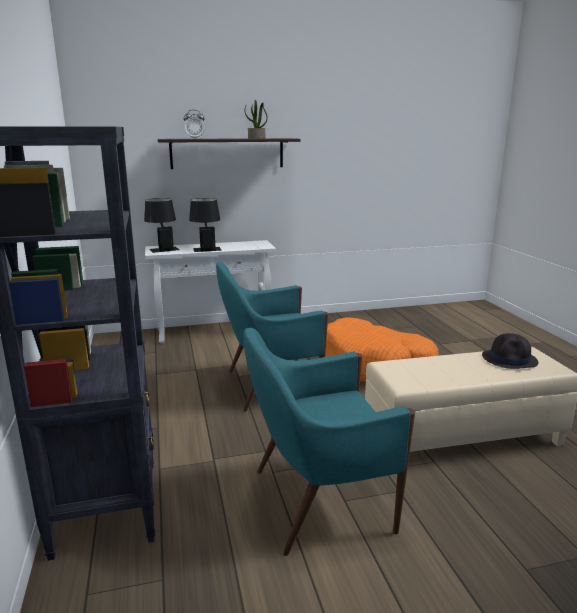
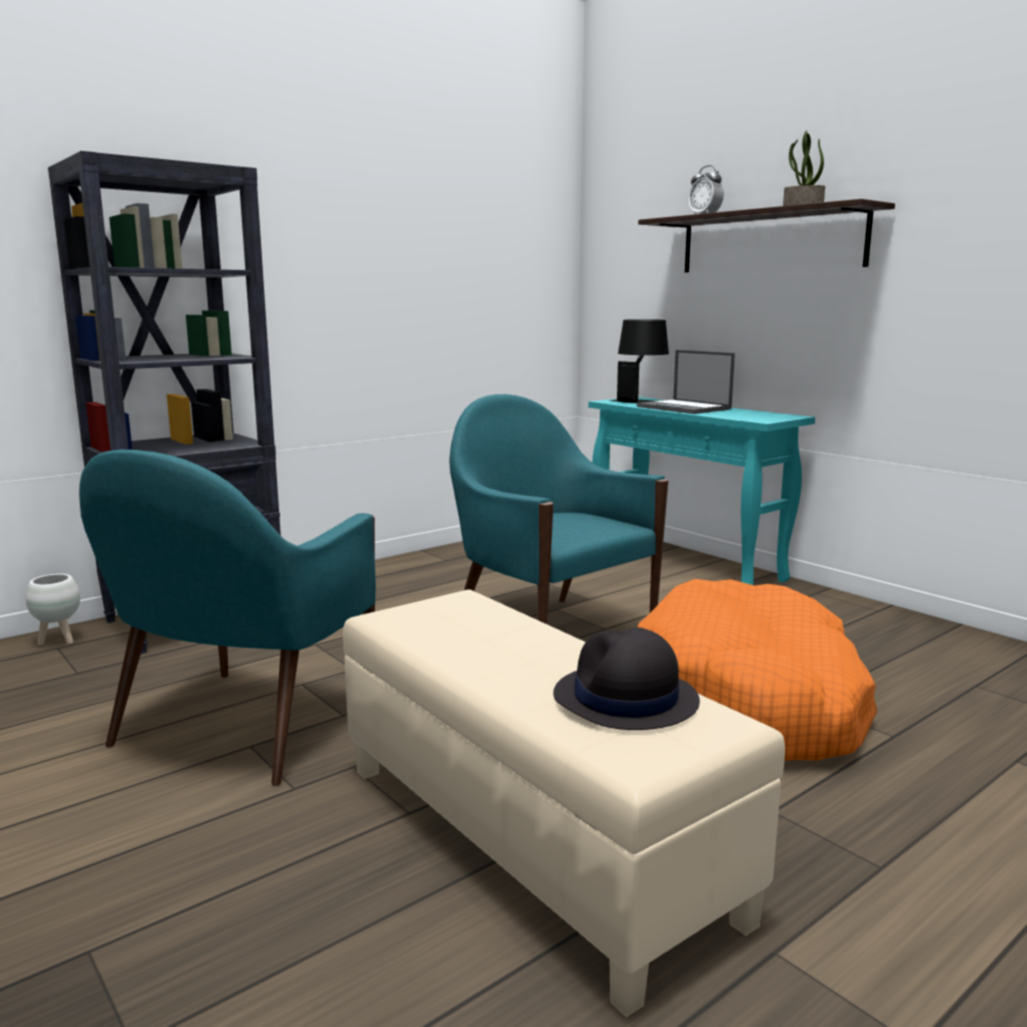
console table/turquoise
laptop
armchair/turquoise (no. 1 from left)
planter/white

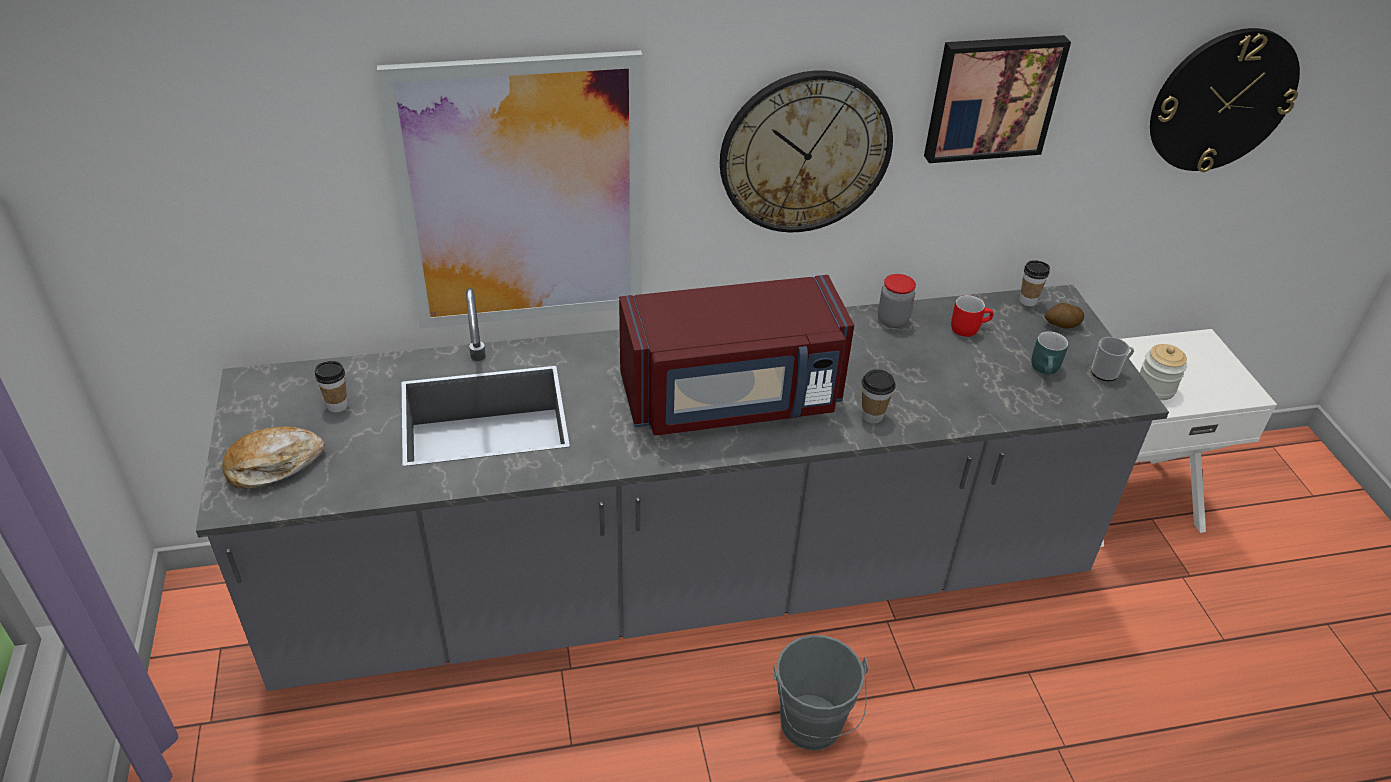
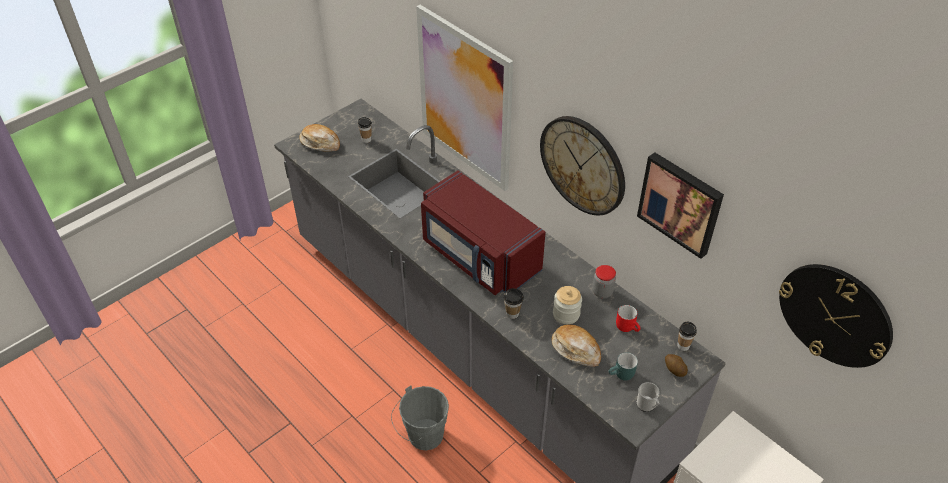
jar (no. 1 from left)
bread (no. 2 from left)

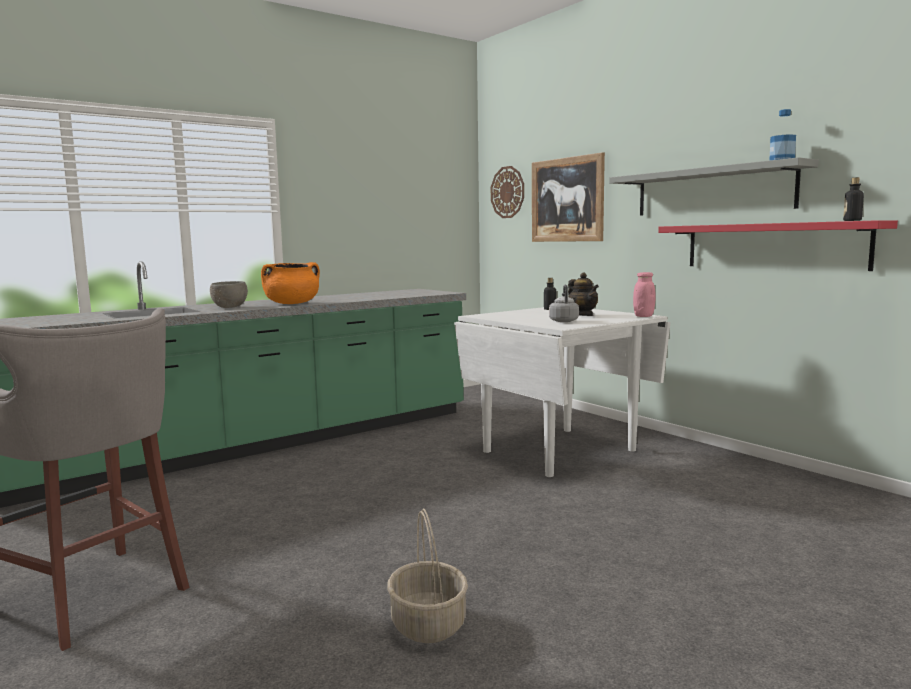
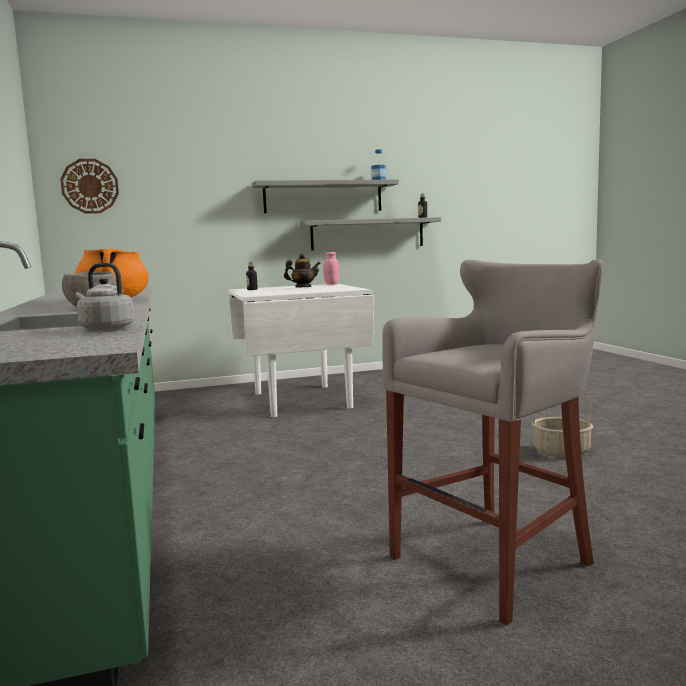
picture
kettle/grey
shelf/grey (no. 2 from left)

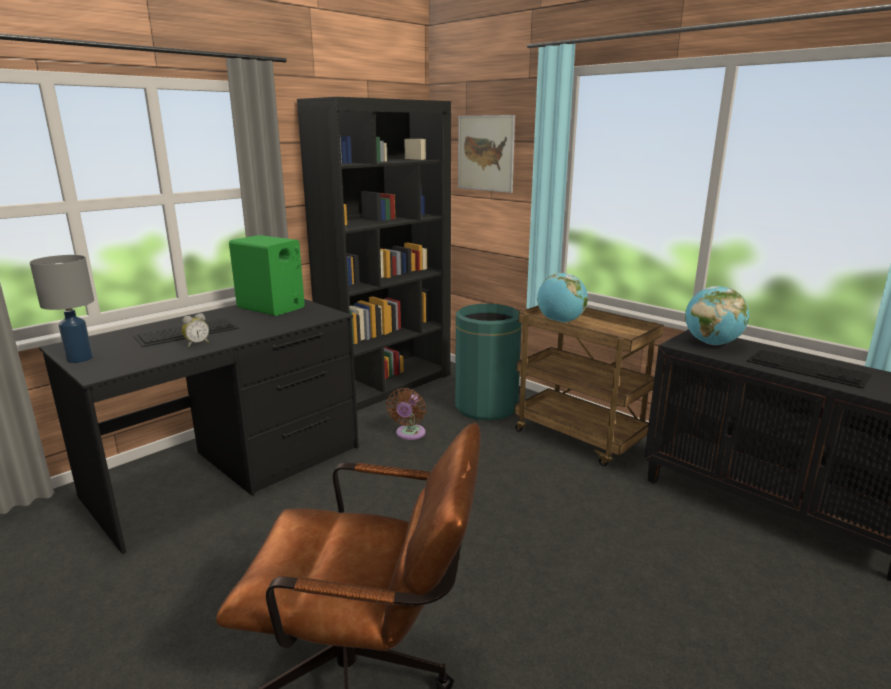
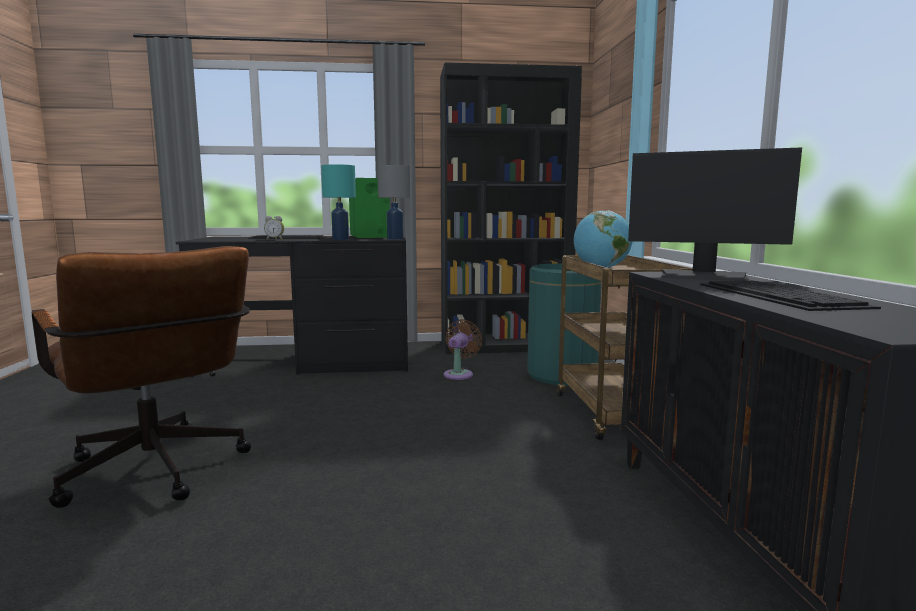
table lamp/grey
fan/brown
picture
monitor
table lamp/turquoise

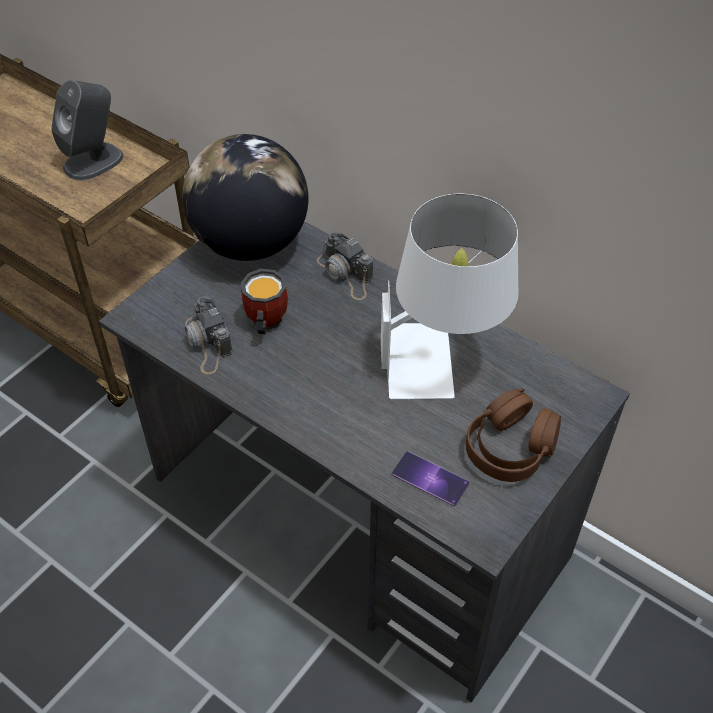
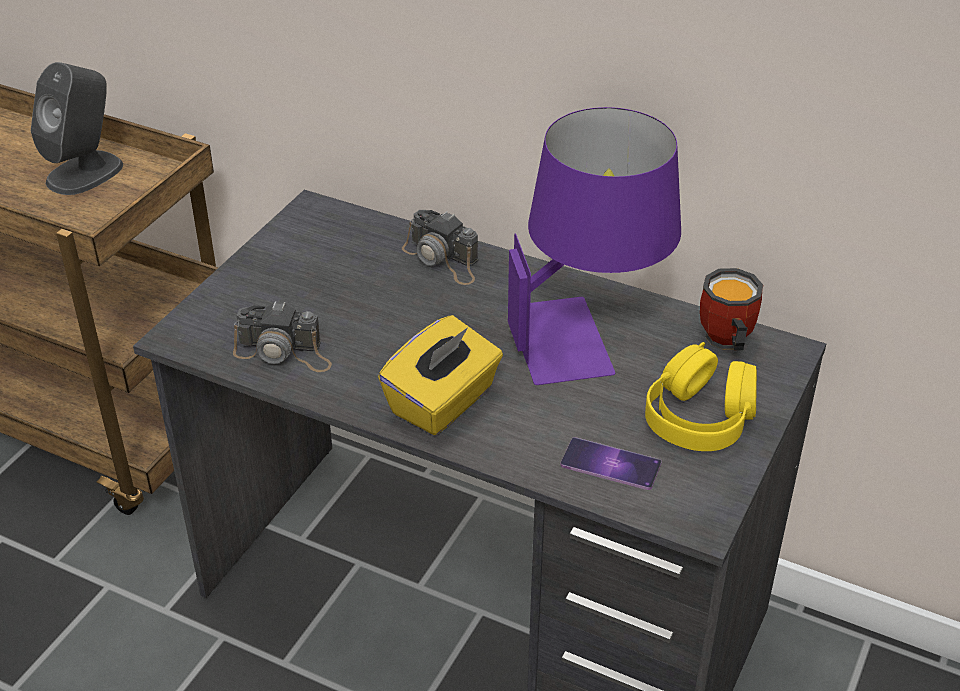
globe
photo camera (no. 1 from left)
mug
table lamp/purple
headphones/yellow
tissue box/yellow

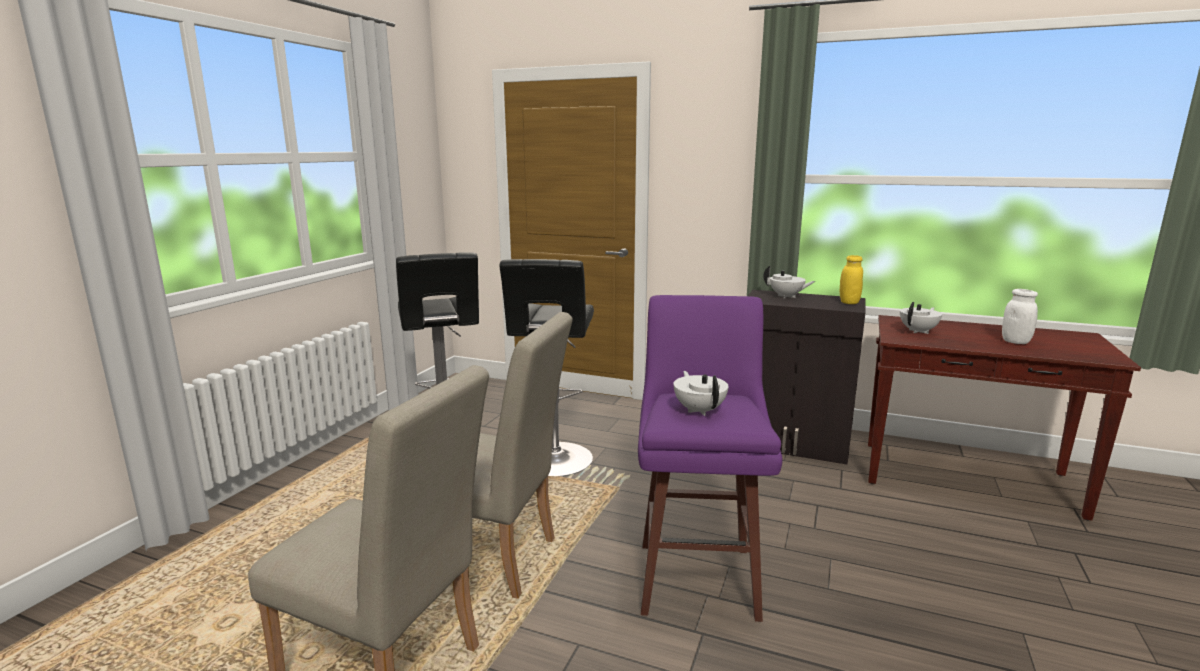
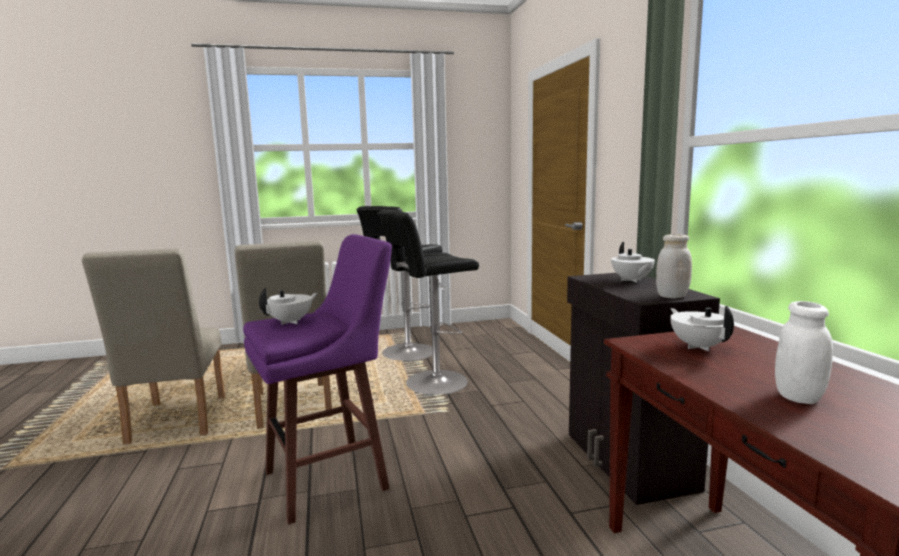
jar/white (no. 1 from left)
teapot/white (no. 3 from left)

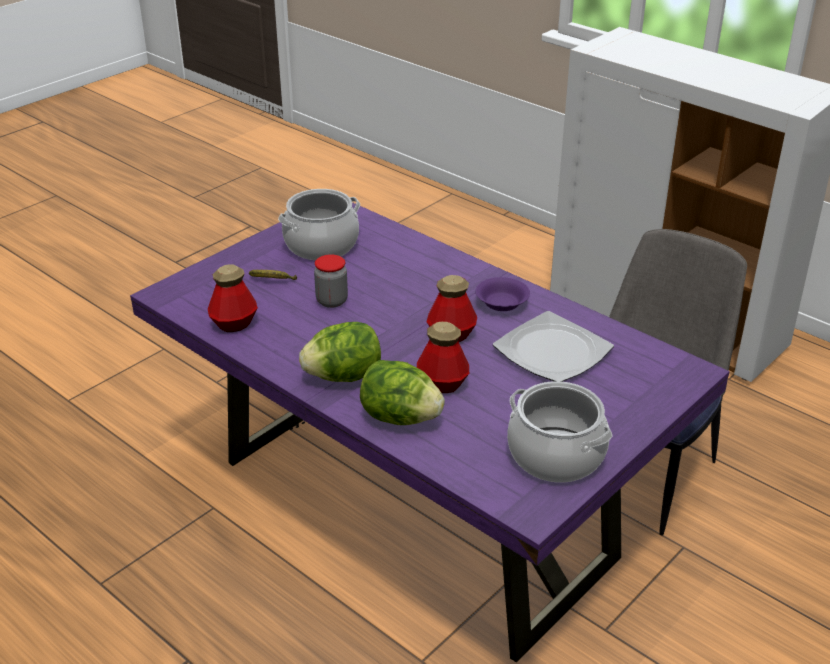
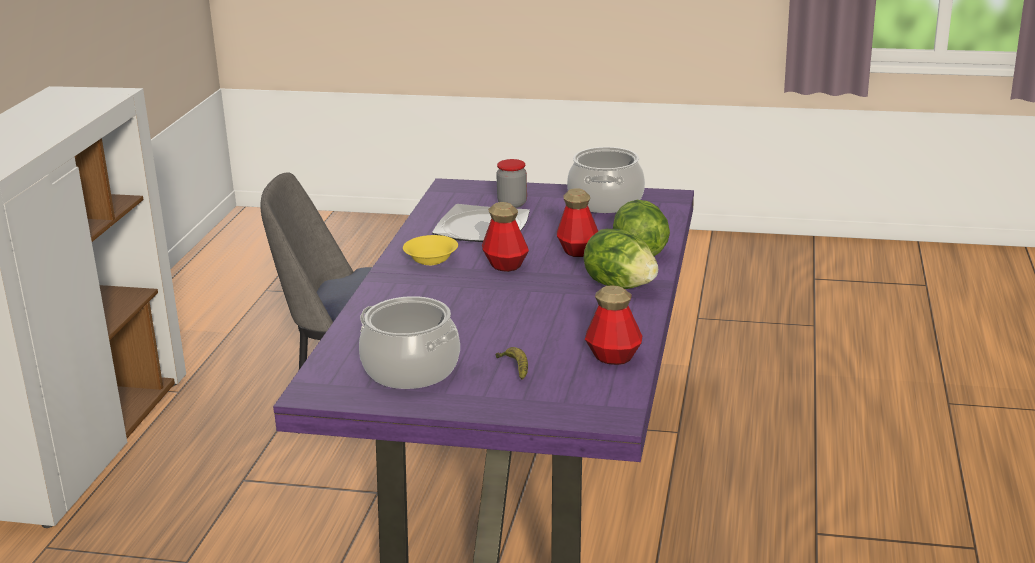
jar
bowl/yellow

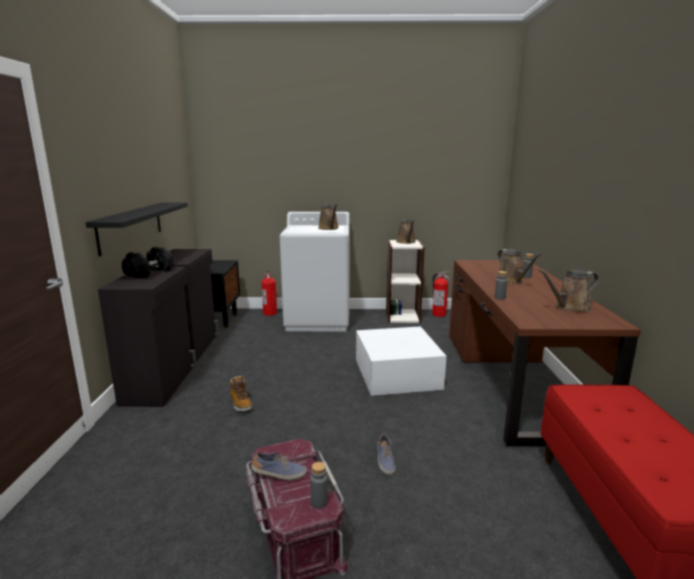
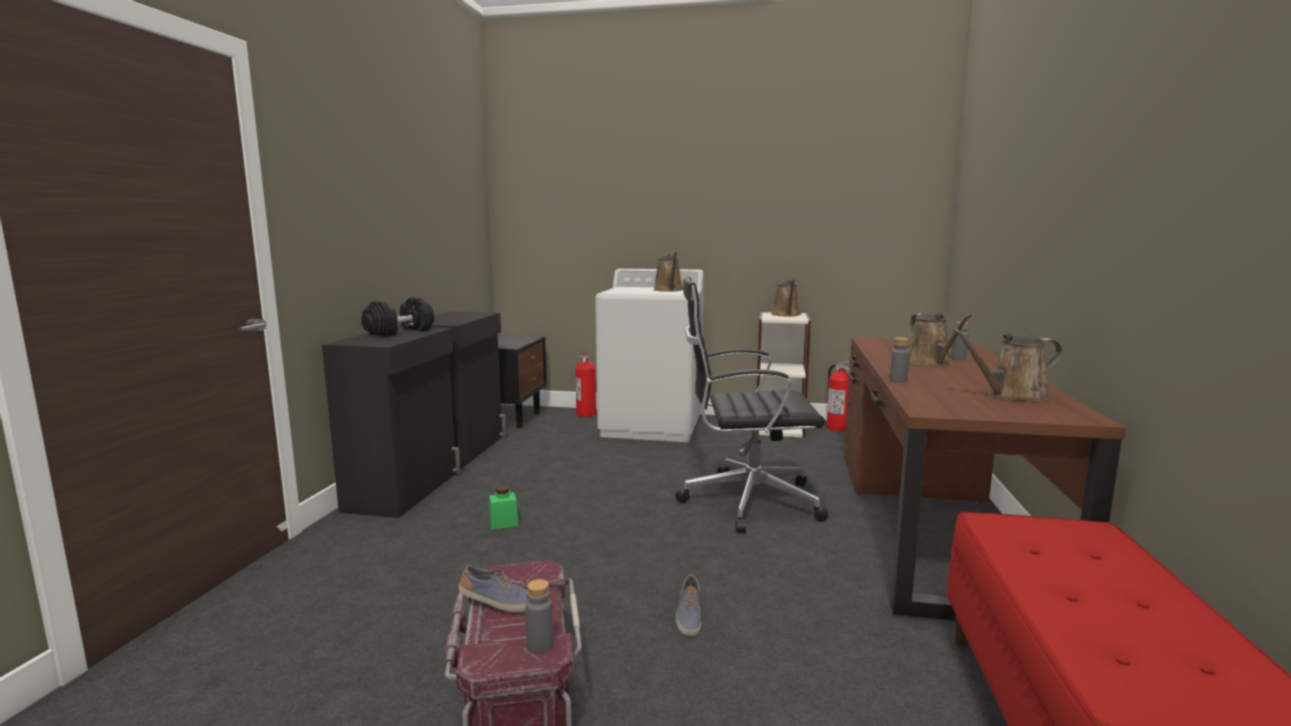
shelf/black
jar/green
office chair/black

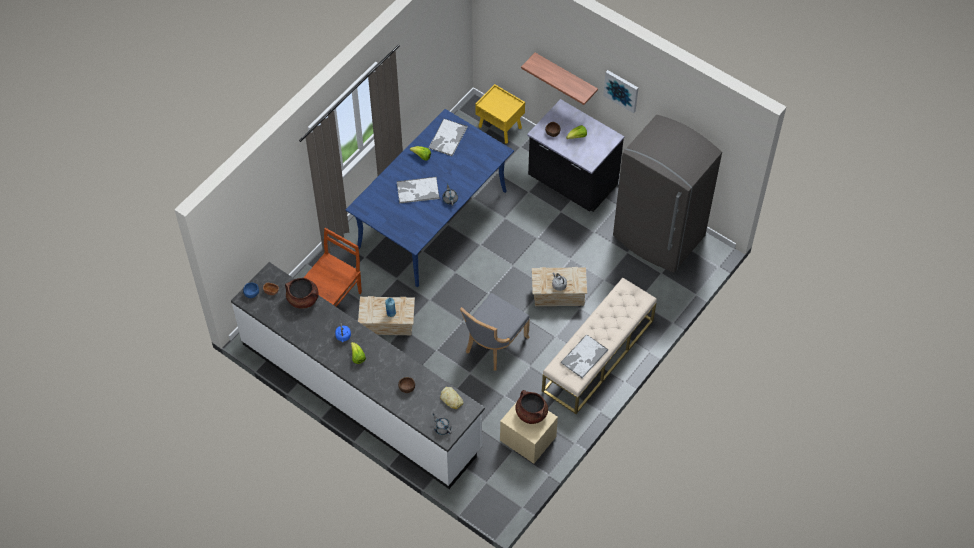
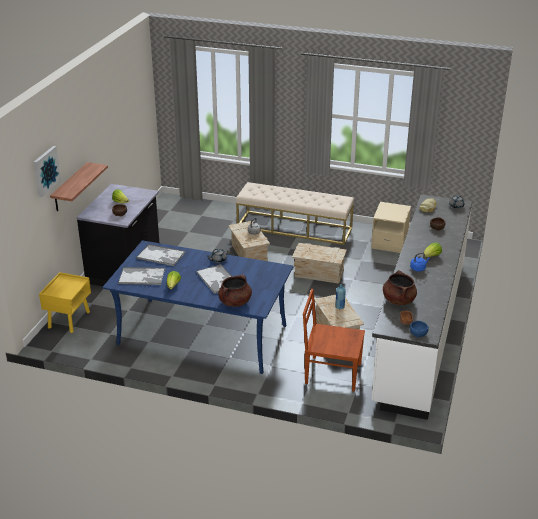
crate (no. 2 from left)
cooking pot/brown (no. 1 from left)
tray (no. 2 from left)
picture
fridge/grey

